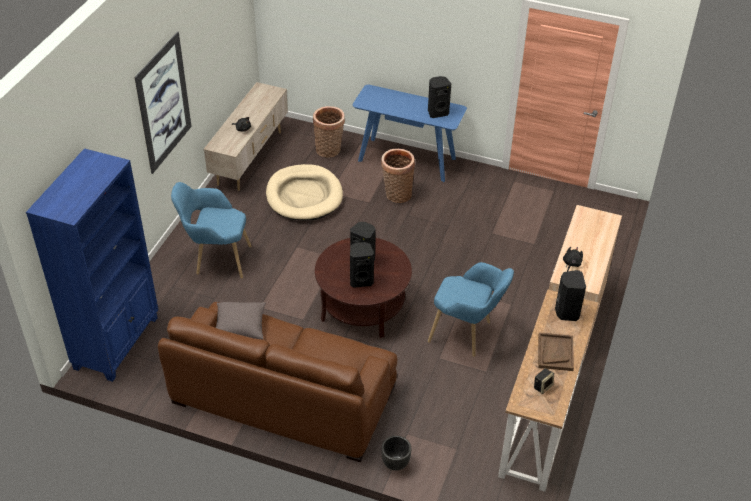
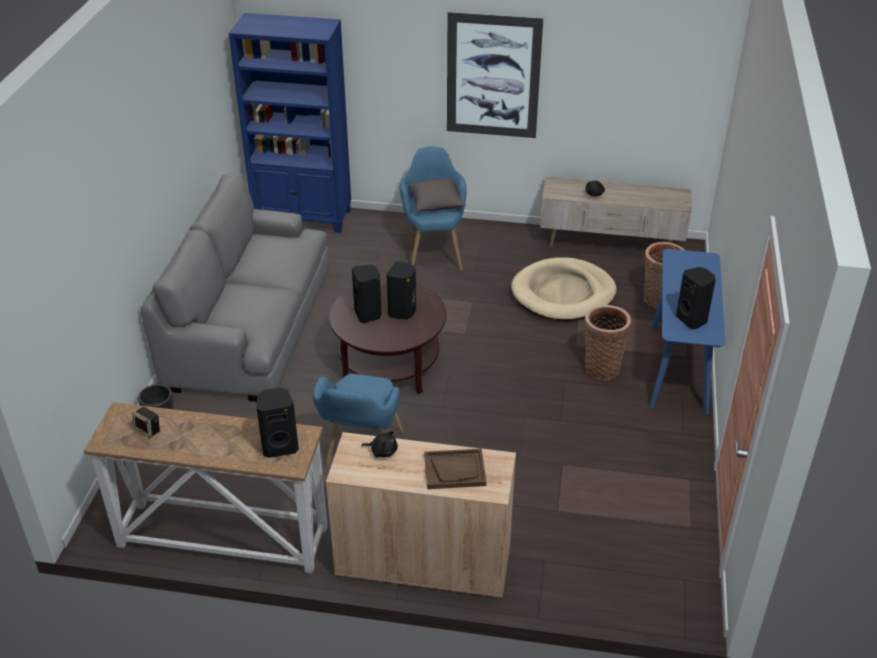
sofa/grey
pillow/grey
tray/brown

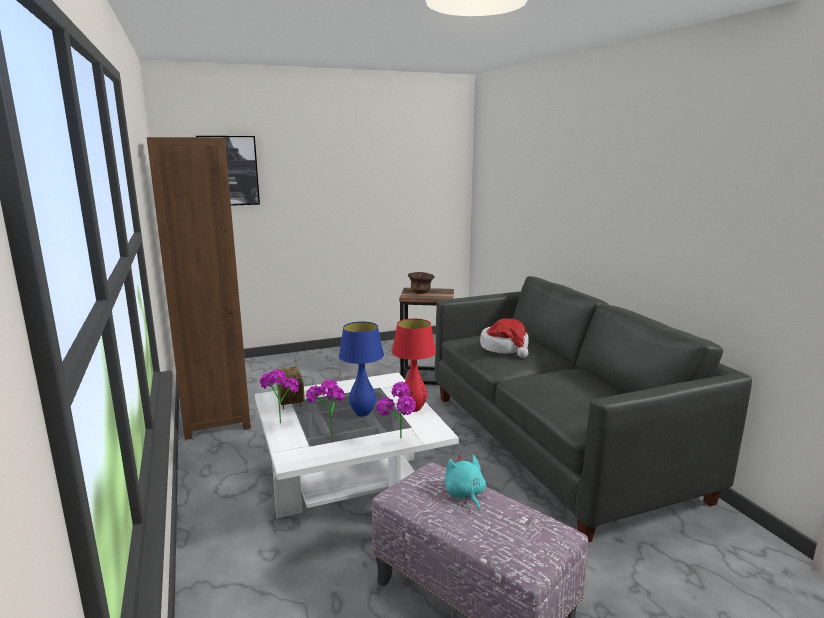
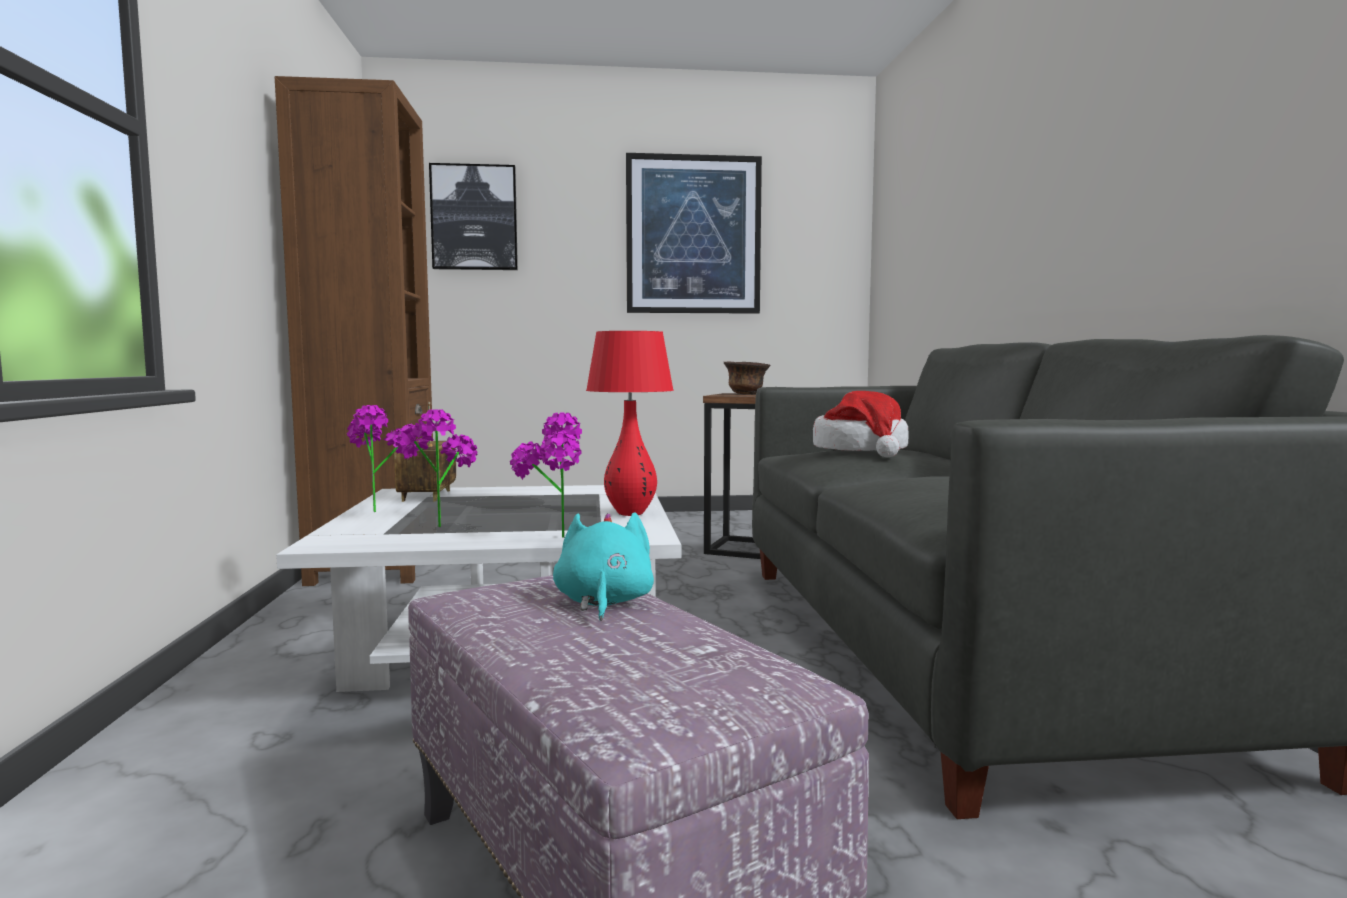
table lamp/blue
picture (no. 2 from left)

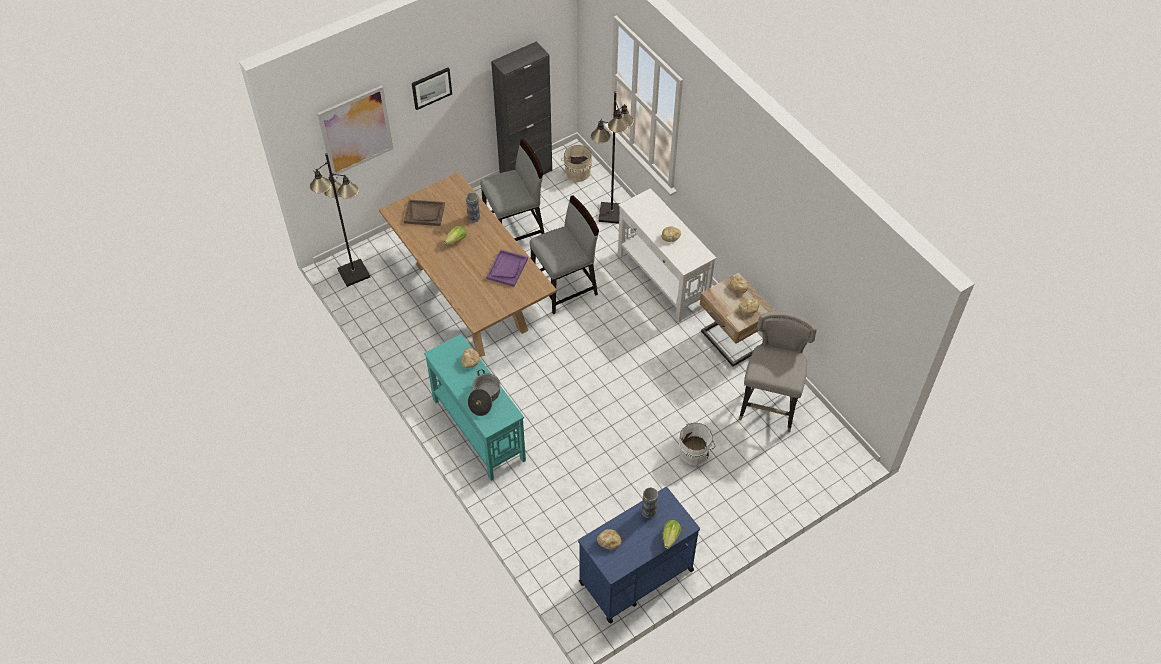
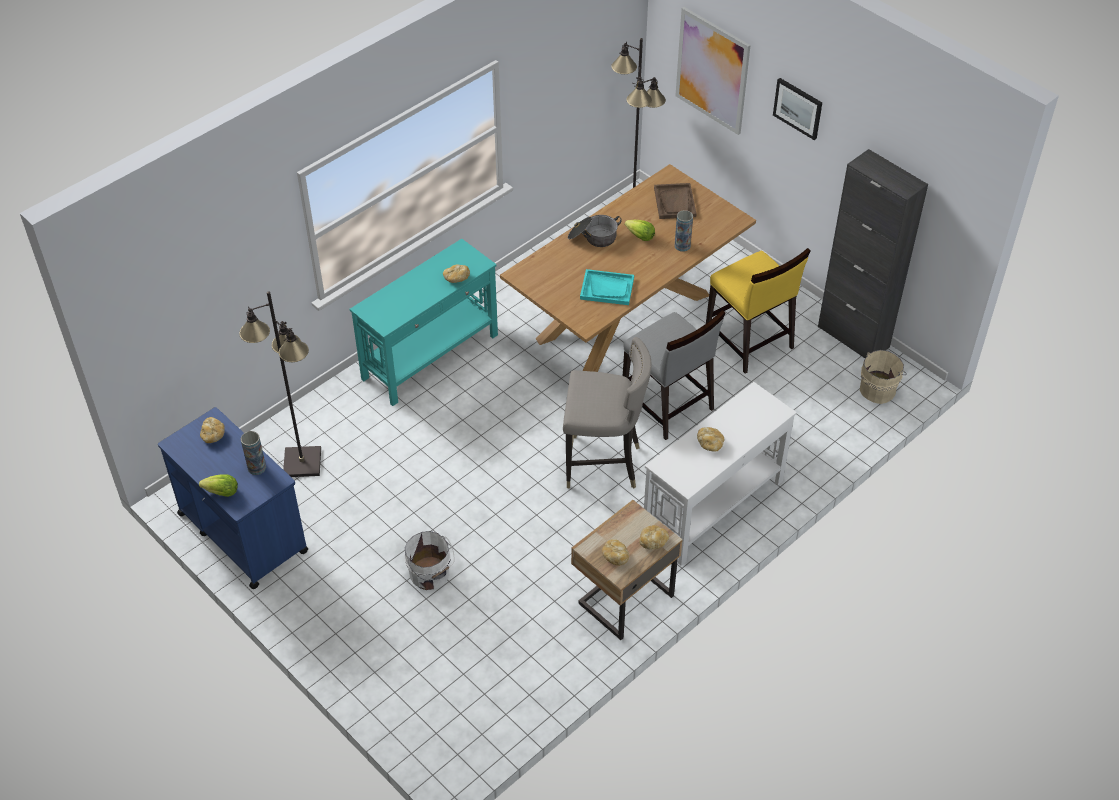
cooking pot
chair/yellow
tray/turquoise
floor lamp/black (no. 1 from left)
stool/grey

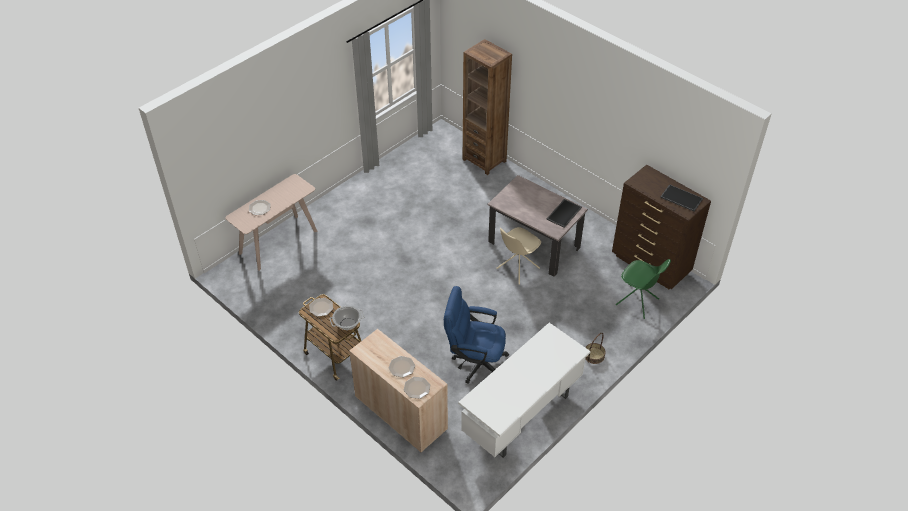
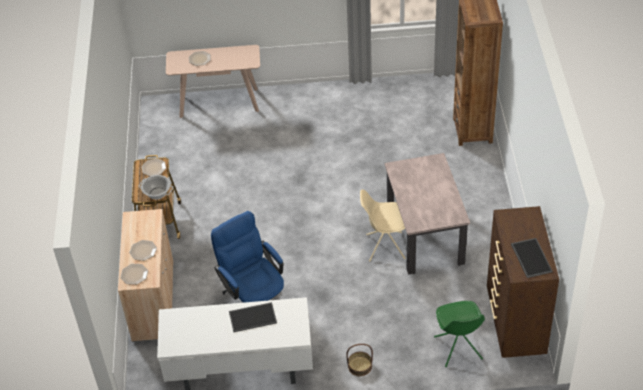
tray (no. 1 from left)

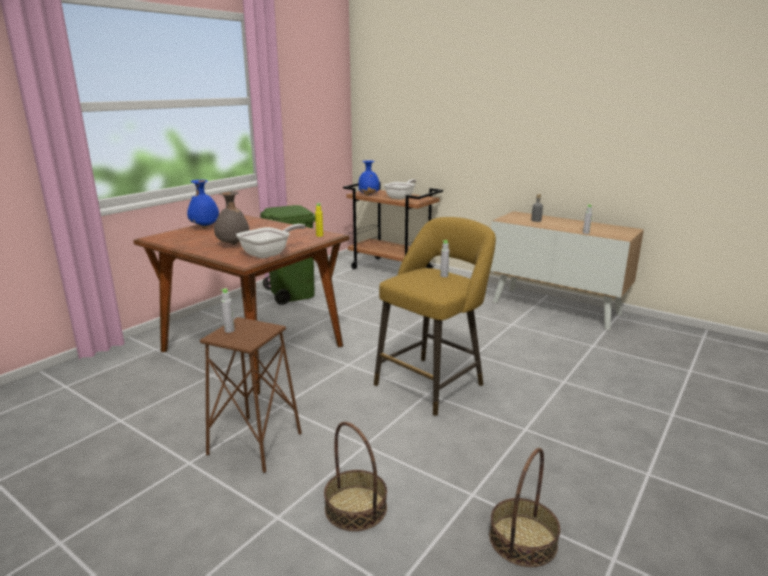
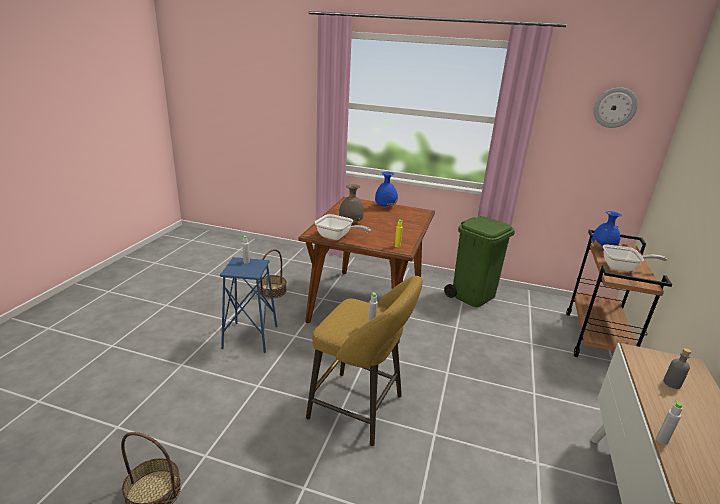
stool/blue
basket (no. 2 from left)
wall clock

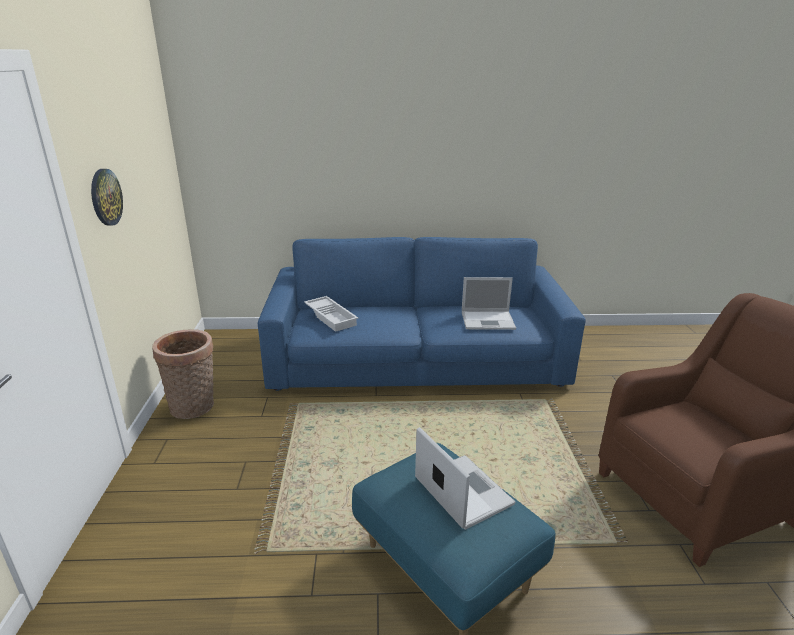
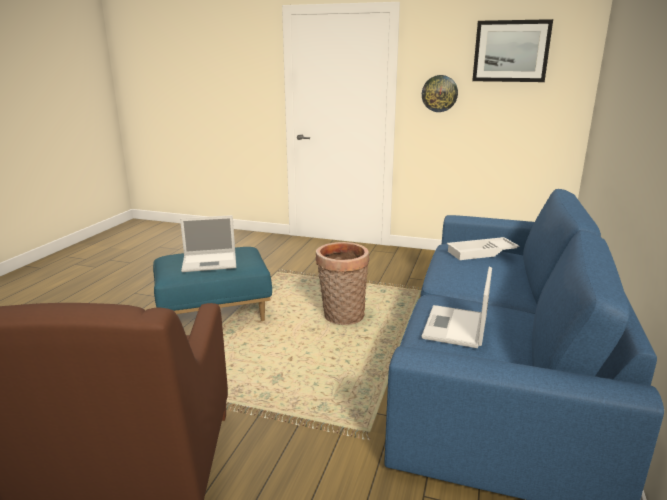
basket
picture

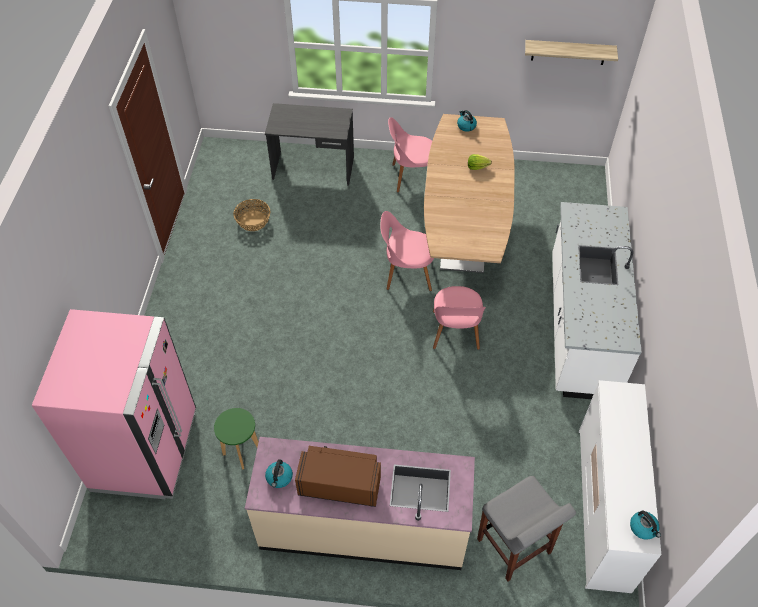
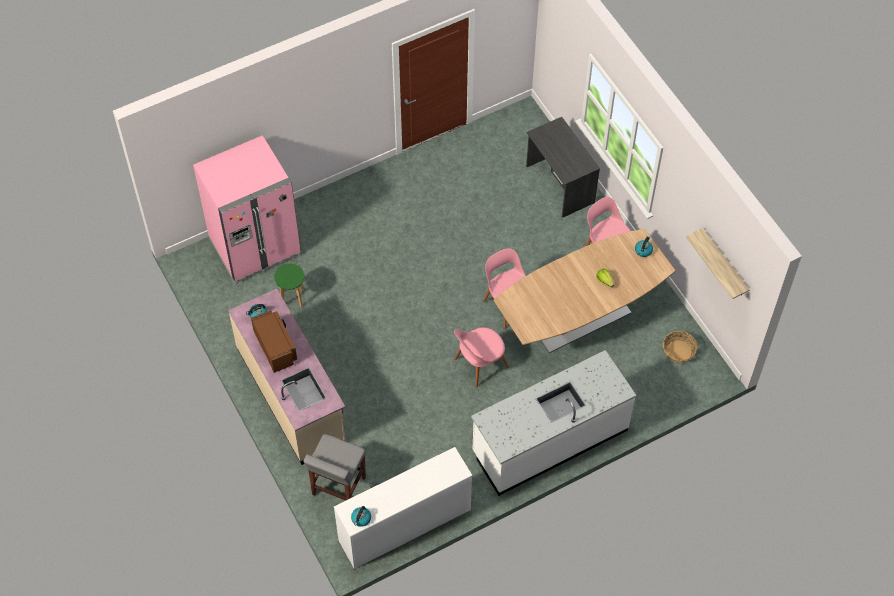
basket

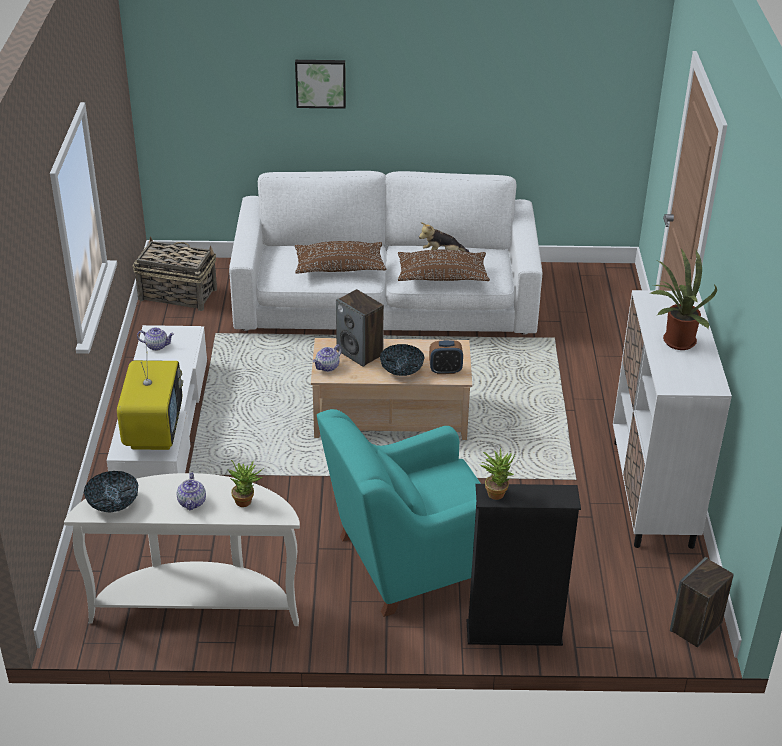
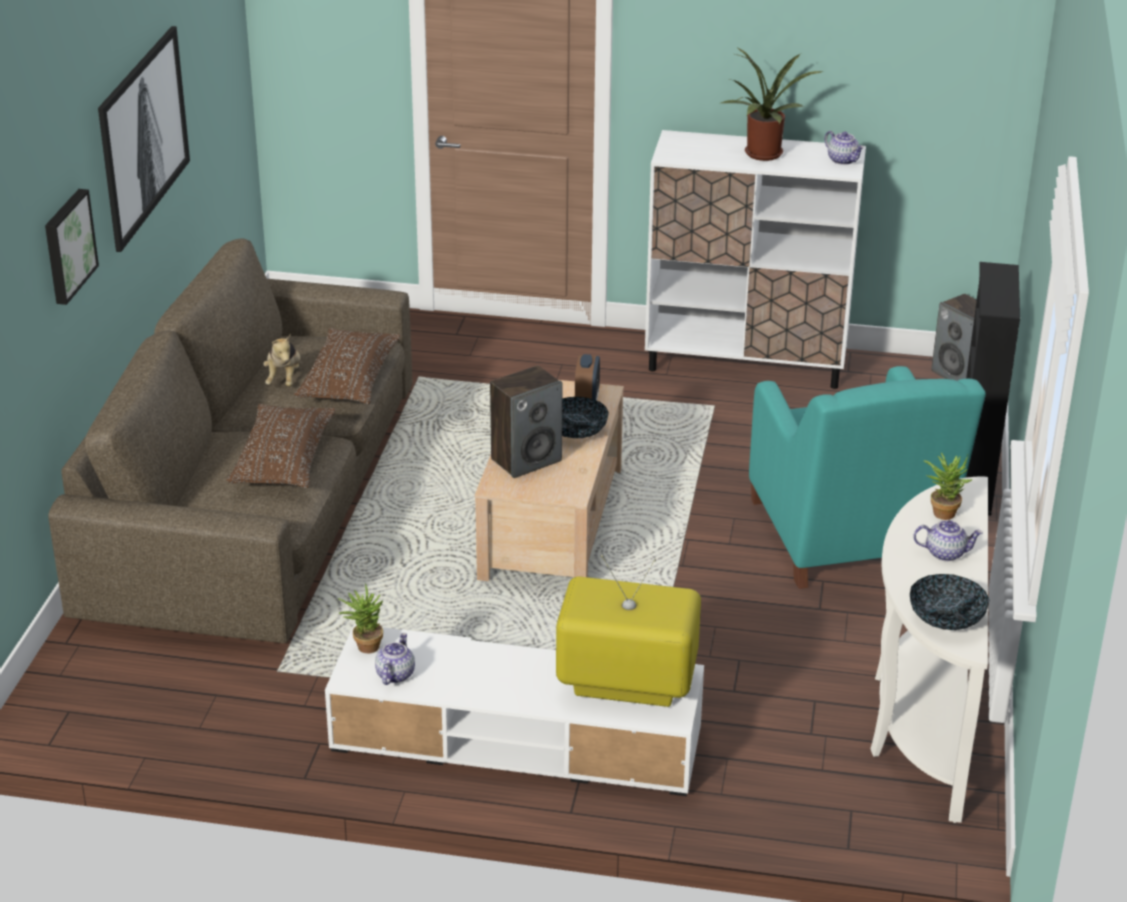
basket
sofa/brown
teapot (no. 2 from left)
potted plant (no. 1 from left)
picture (no. 2 from left)

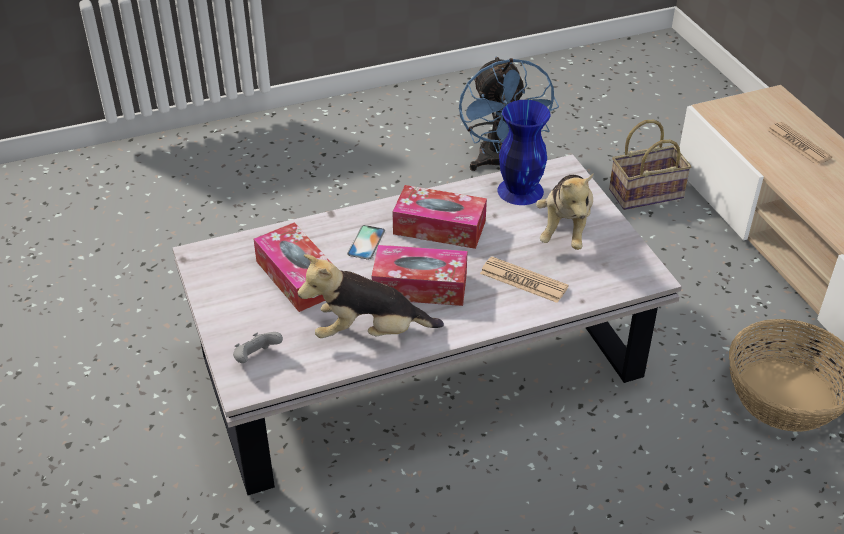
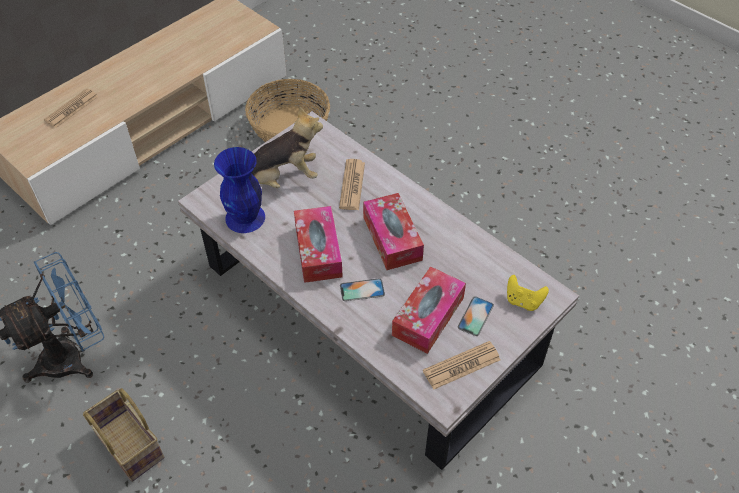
game controller/yellow
plush toy (no. 1 from left in the first image)
basket (no. 1 from left)
newspaper (no. 3 from left)
phone (no. 2 from left)

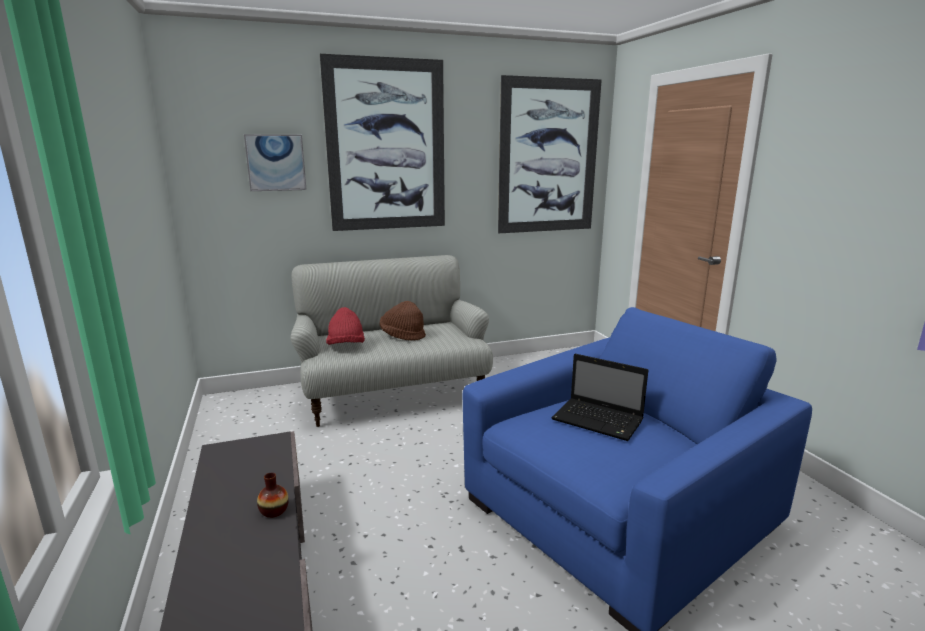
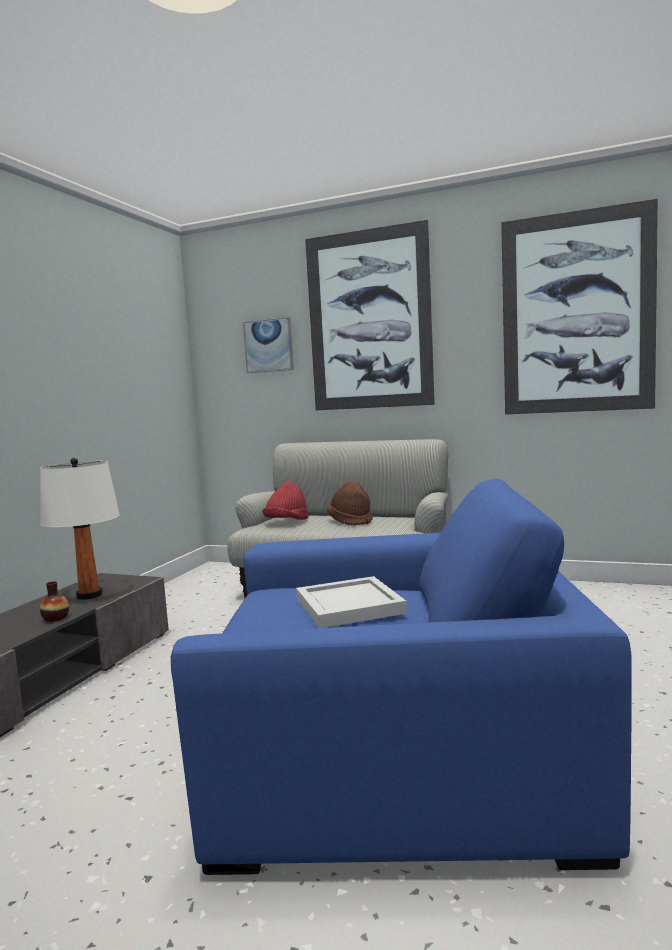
tray/white
table lamp/white

